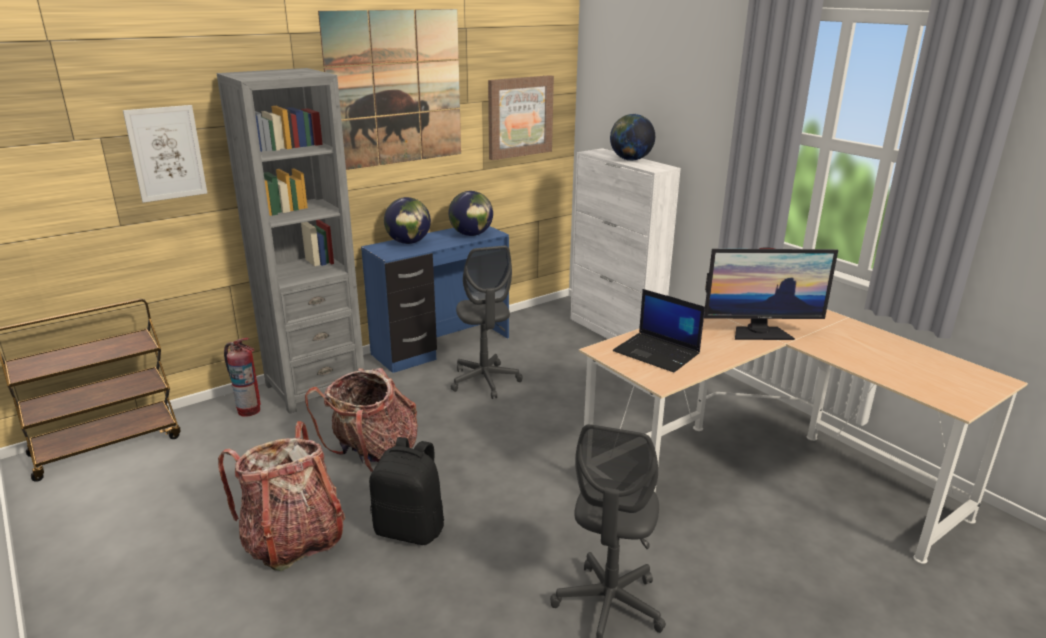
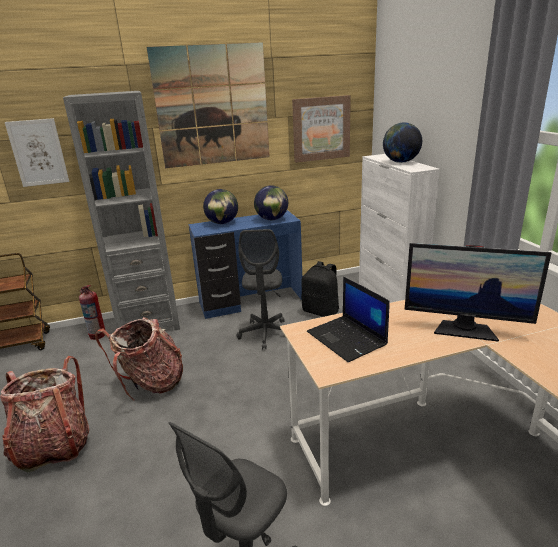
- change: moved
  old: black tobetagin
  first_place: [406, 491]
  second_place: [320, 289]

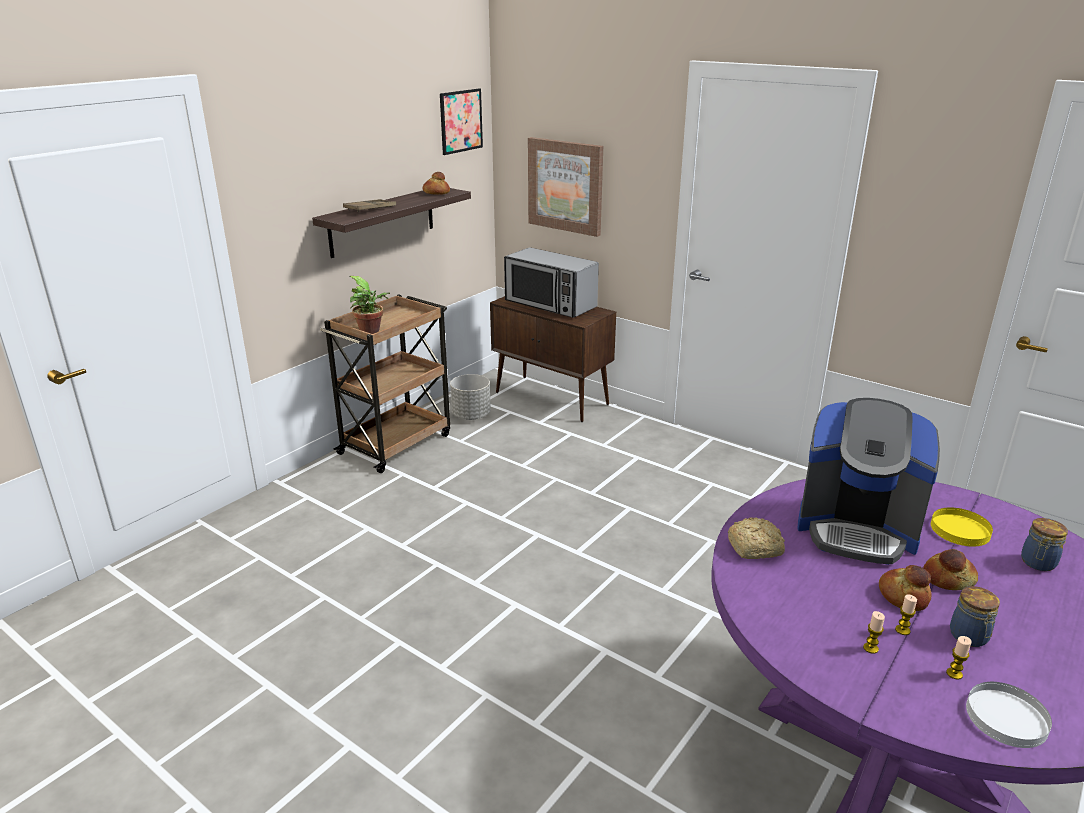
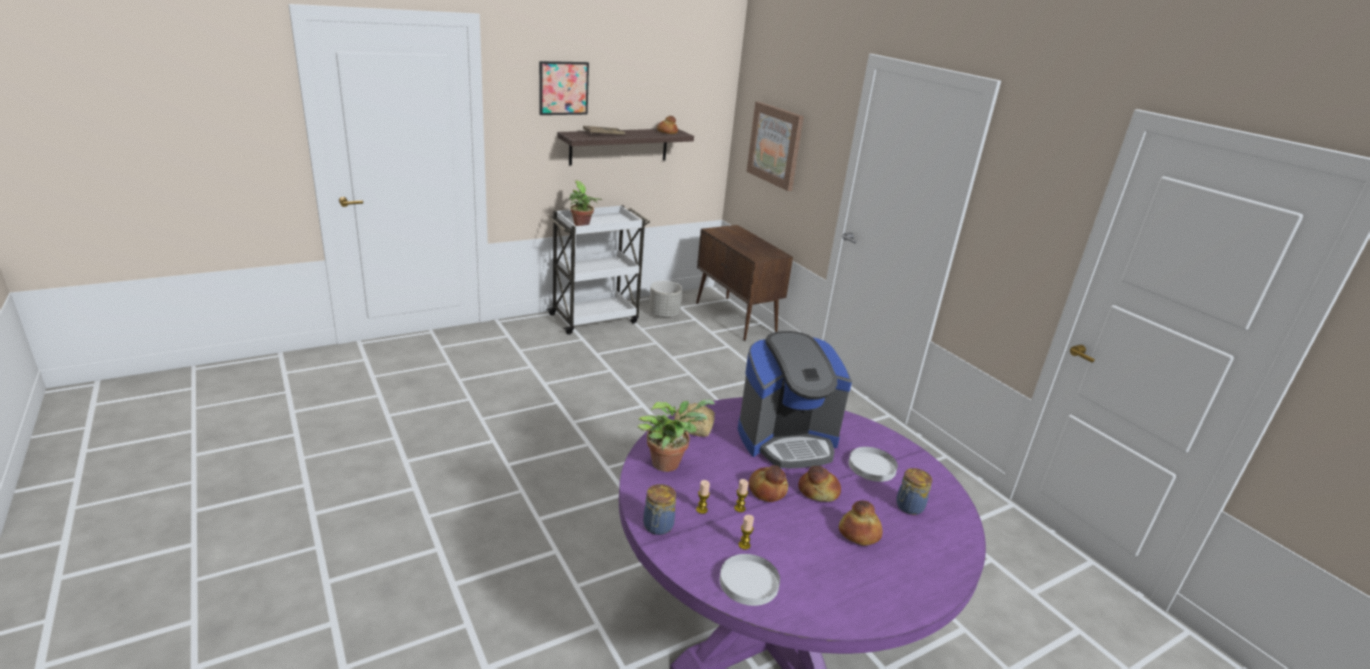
- change: moved
  old: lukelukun
  first_place: [461, 122]
  second_place: [564, 88]
- change: recoloured
  old: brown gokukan
  new: white gokukan
  first_place: [385, 383]
  second_place: [598, 270]
- change: added
  new: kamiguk
  second_place: [676, 435]
- change: moved
  old: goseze
  first_place: [975, 616]
  second_place: [659, 509]
- change: turned
  old: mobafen
  first_place: [868, 481]
  second_place: [795, 399]
  degrees: -60
- change: added
  new: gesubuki
  second_place: [860, 523]
- change: recoloured
  old: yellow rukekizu
  new: white rukekizu
  first_place: [962, 527]
  second_place: [873, 464]
- change: removed
  old: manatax
  first_place: [551, 282]

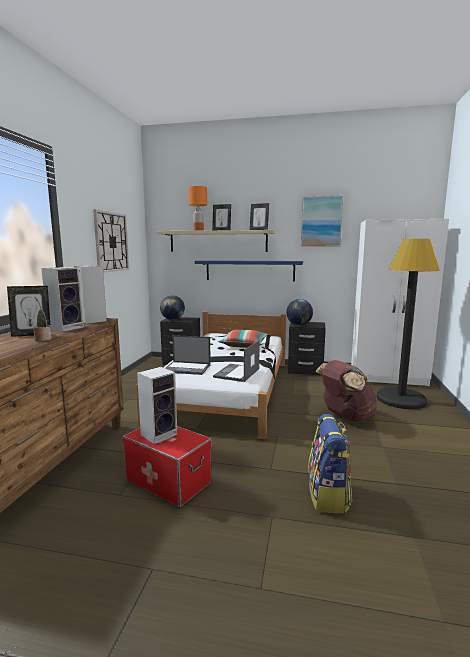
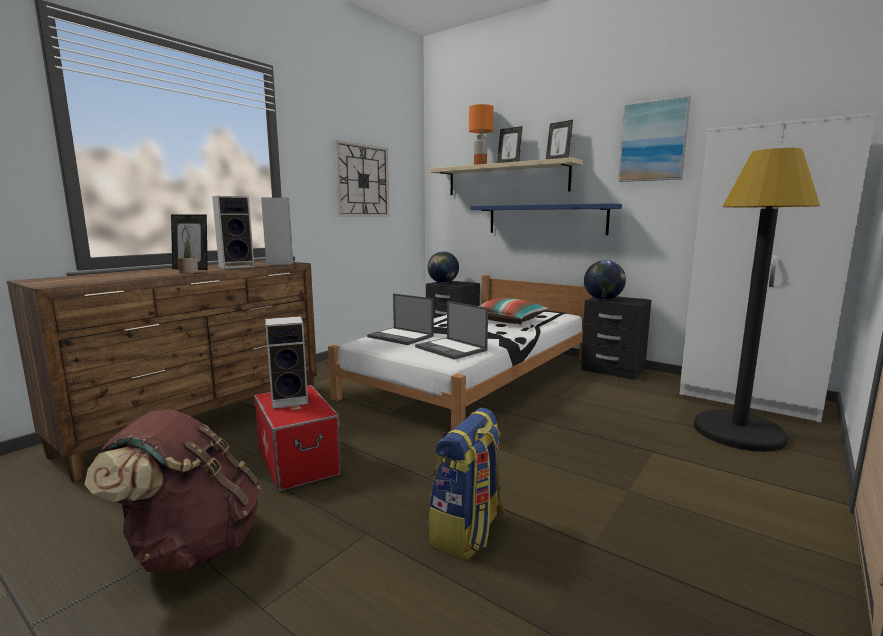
- change: moved
  old: brown tobetagin
  first_place: [346, 390]
  second_place: [172, 491]
- change: turned
  old: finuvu
  first_place: [236, 361]
  second_place: [451, 330]
  degrees: -90

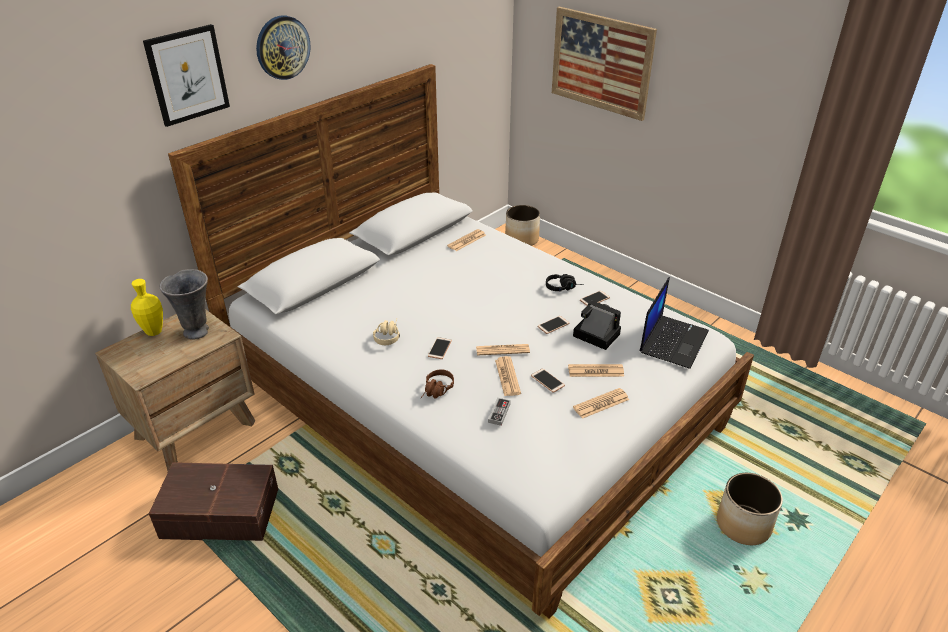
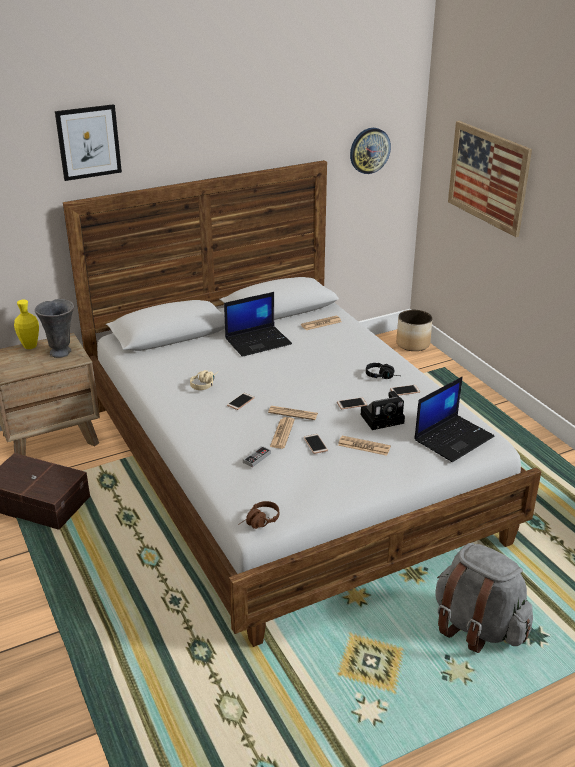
- change: added
  new: finuvu
  second_place: [258, 324]
- change: moved
  old: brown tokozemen
  first_place: [437, 384]
  second_place: [258, 515]
- change: moved
  old: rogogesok
  first_place: [283, 47]
  second_place: [370, 151]
- change: turned
  old: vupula
  first_place: [597, 325]
  second_place: [383, 410]
  degrees: 105
- change: replaced
  old: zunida
  new: grey tobetagin
  first_place: [750, 509]
  second_place: [484, 598]
- change: removed
  old: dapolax
  first_place: [601, 403]

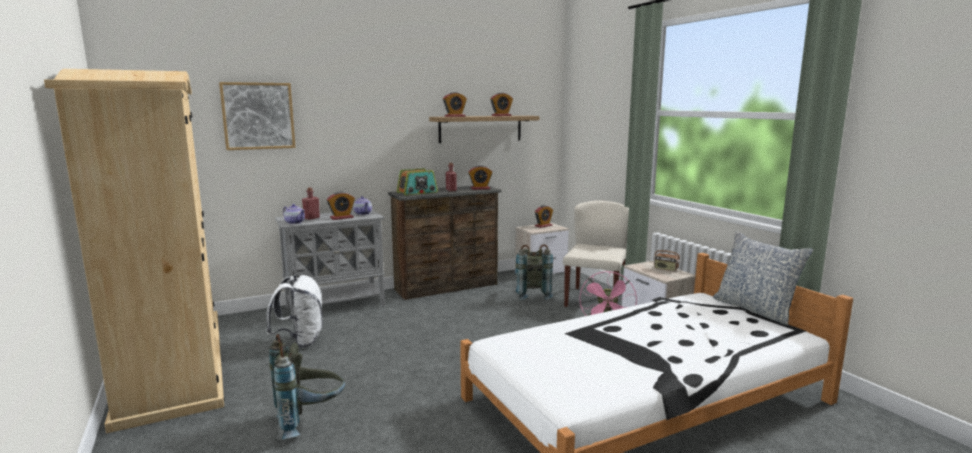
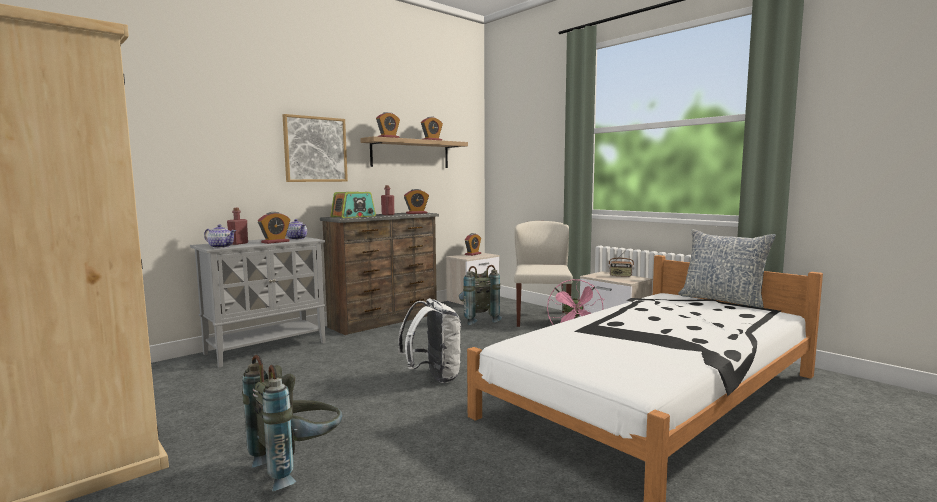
- change: moved
  old: lukelukun
  first_place: [257, 116]
  second_place: [315, 148]
- change: moved
  old: white tobetagin
  first_place: [294, 311]
  second_place: [429, 340]

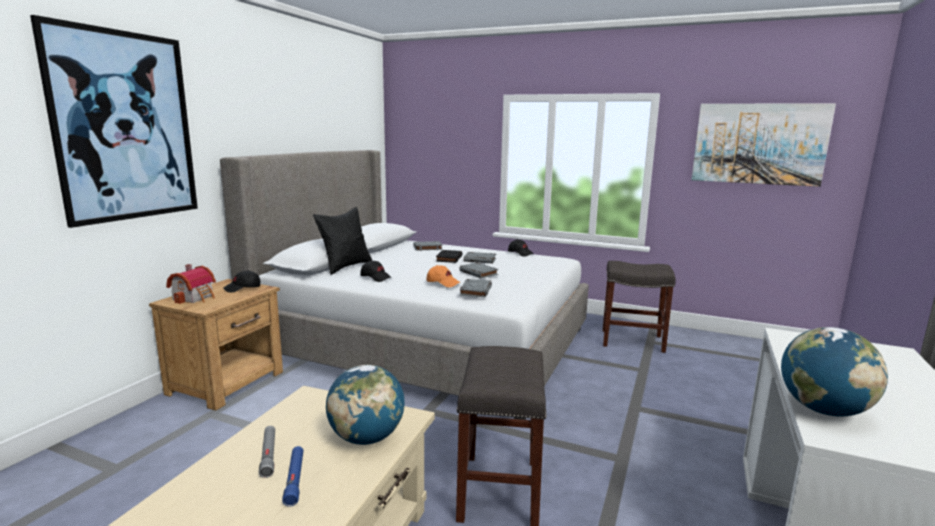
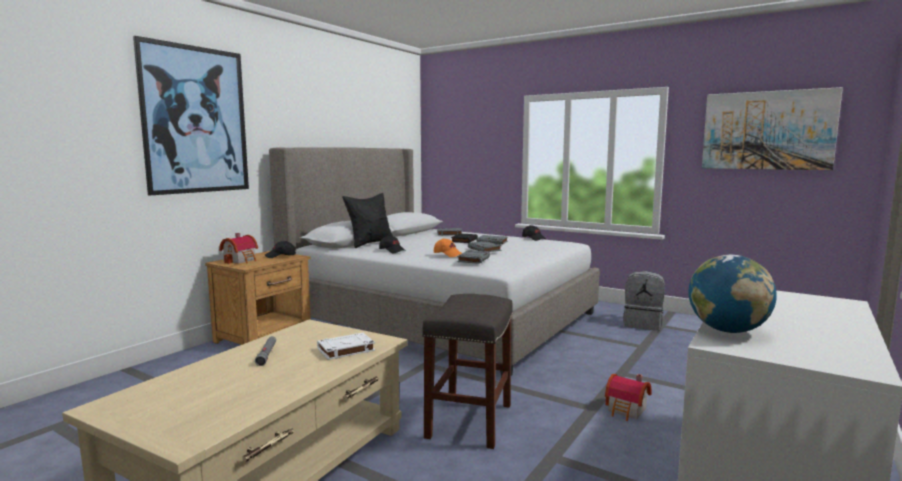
- change: replaced
  old: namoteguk
  new: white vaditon
  first_place: [365, 405]
  second_place: [346, 346]
- change: added
  new: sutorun
  second_place: [628, 397]
- change: replaced
  old: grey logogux
  new: grey tobetagin
  first_place: [639, 307]
  second_place: [644, 301]
- change: removed
  old: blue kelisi
  first_place: [292, 476]

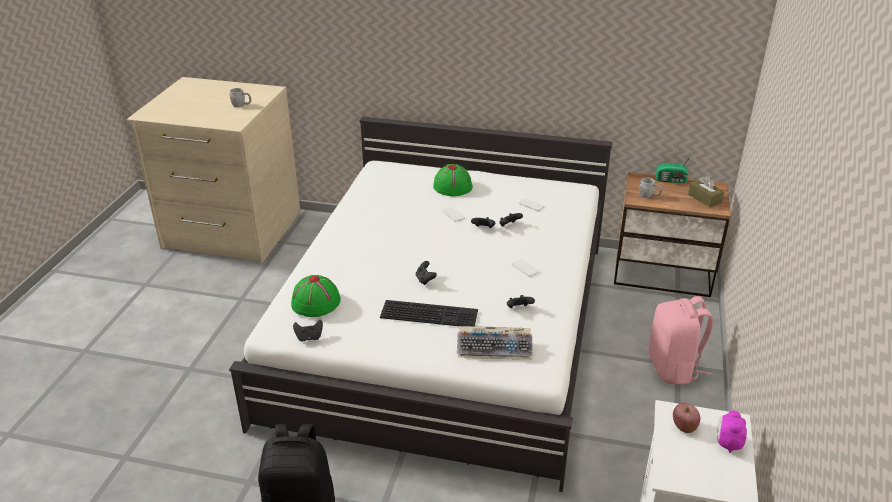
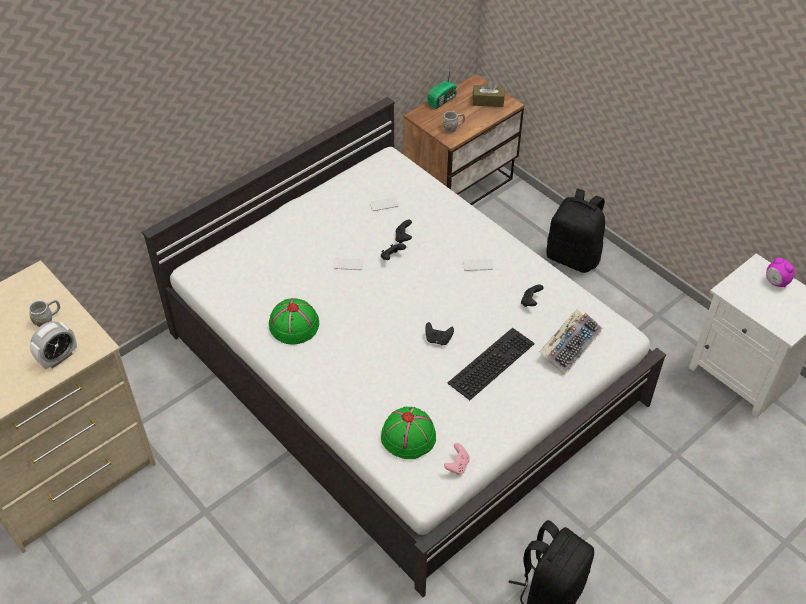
- change: added
  new: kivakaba
  second_place: [53, 345]
- change: moved
  old: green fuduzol
  first_place: [453, 180]
  second_place: [294, 321]
- change: recoloured
  old: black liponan
  new: pink liponan
  first_place: [308, 330]
  second_place: [457, 459]
- change: recoloured
  old: pink tobetagin
  new: black tobetagin
  first_place: [681, 340]
  second_place: [575, 230]
- change: removed
  old: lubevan
  first_place: [686, 418]

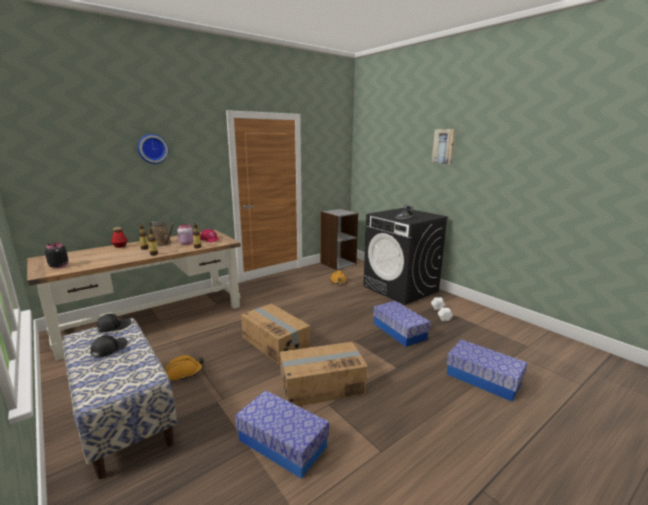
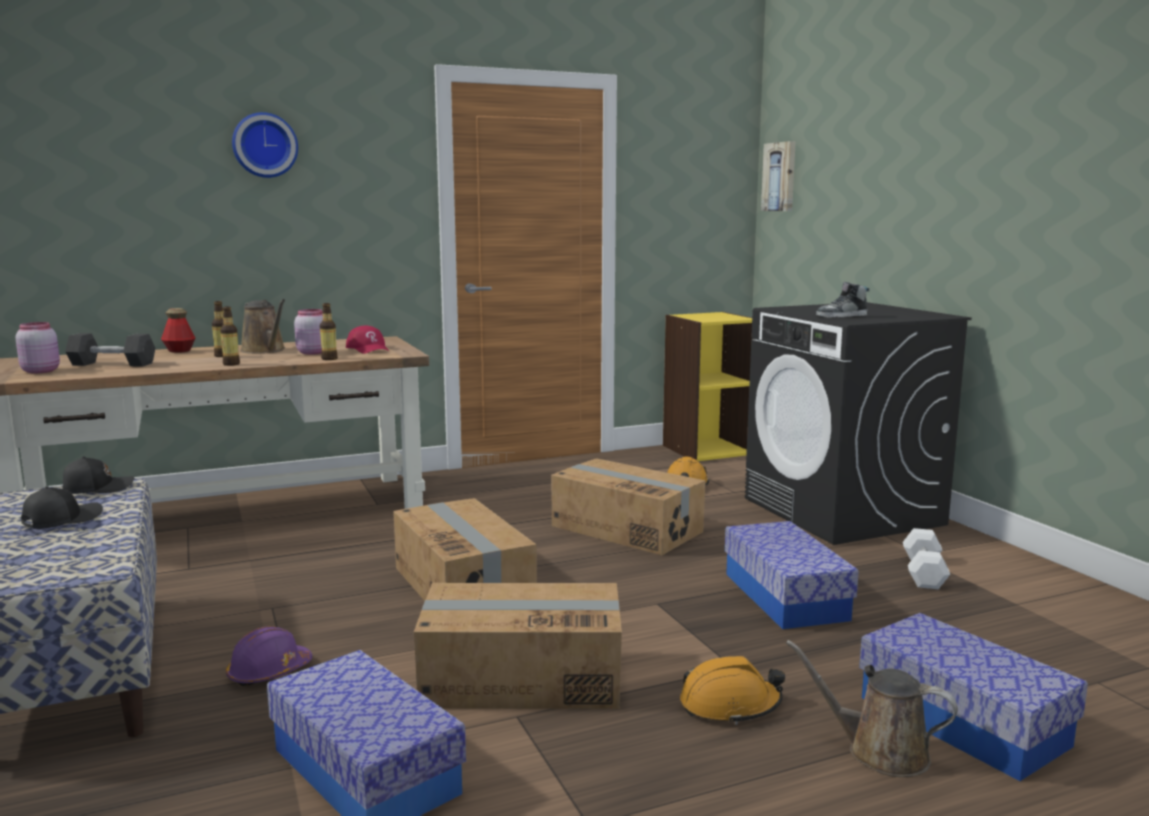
- change: recoloured
  old: black goseze
  new: pink goseze
  first_place: [57, 255]
  second_place: [37, 348]
- change: added
  new: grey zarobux
  second_place: [110, 349]
- change: added
  new: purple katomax
  second_place: [269, 656]
- change: added
  new: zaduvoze
  second_place: [628, 506]
- change: recoloured
  old: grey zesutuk
  new: yellow zesutuk
  first_place: [339, 239]
  second_place: [708, 386]
- change: moved
  old: orange katomax
  first_place: [184, 368]
  second_place: [732, 690]
- change: moved
  old: lukelukun
  first_place: [444, 146]
  second_place: [778, 176]
- change: added
  new: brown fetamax
  second_place: [872, 708]

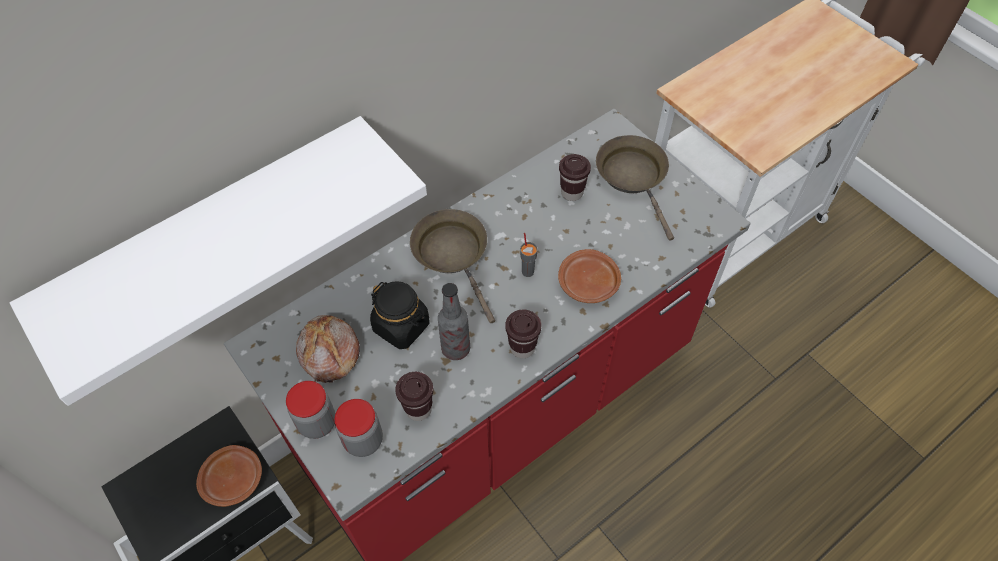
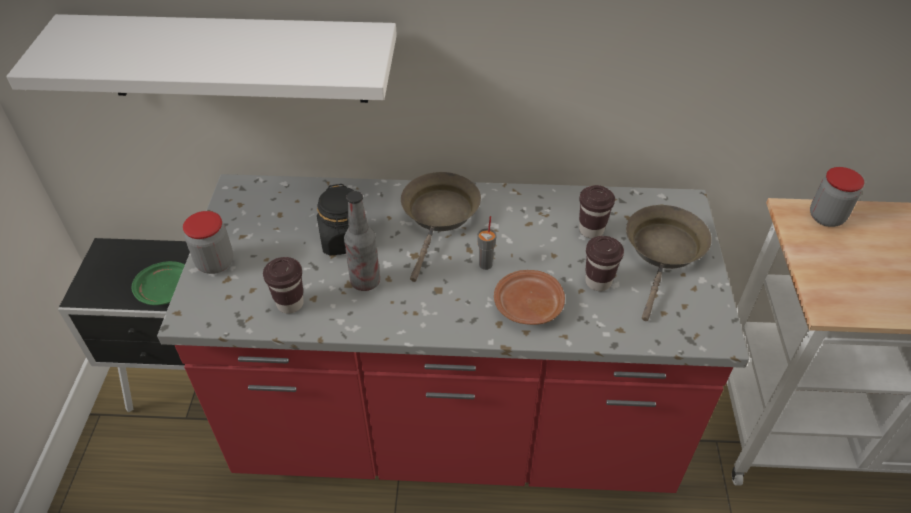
- change: recoloured
  old: brown rukekizu
  new: green rukekizu
  first_place: [229, 476]
  second_place: [158, 283]
- change: moved
  old: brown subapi
  first_place: [523, 333]
  second_place: [604, 263]
- change: moved
  old: goseze
  first_place: [359, 428]
  second_place: [837, 197]
- change: removed
  old: gesubuki
  first_place: [328, 349]

